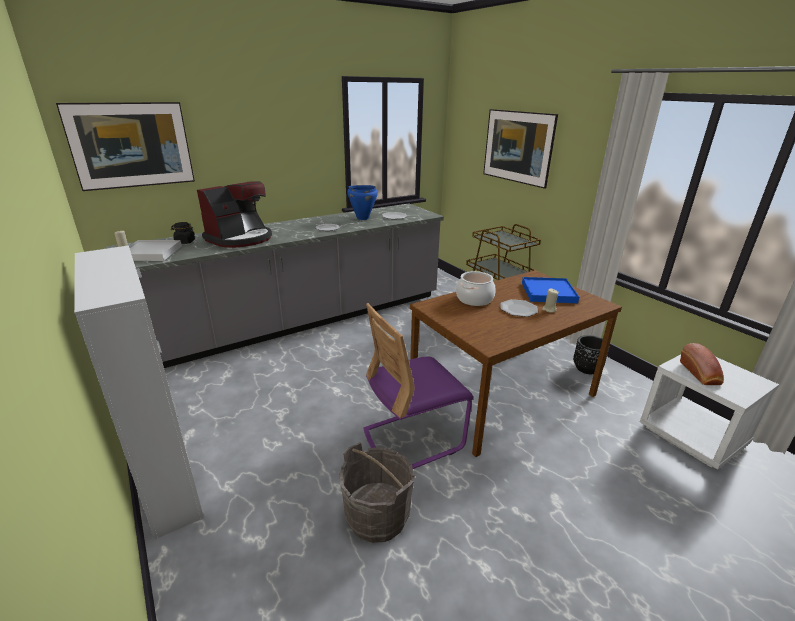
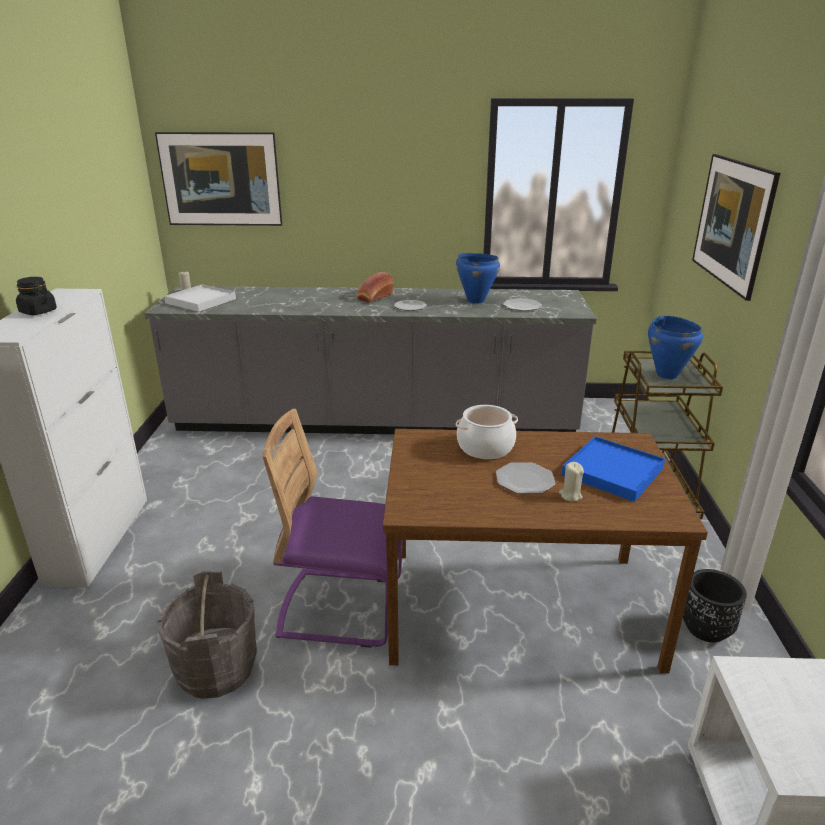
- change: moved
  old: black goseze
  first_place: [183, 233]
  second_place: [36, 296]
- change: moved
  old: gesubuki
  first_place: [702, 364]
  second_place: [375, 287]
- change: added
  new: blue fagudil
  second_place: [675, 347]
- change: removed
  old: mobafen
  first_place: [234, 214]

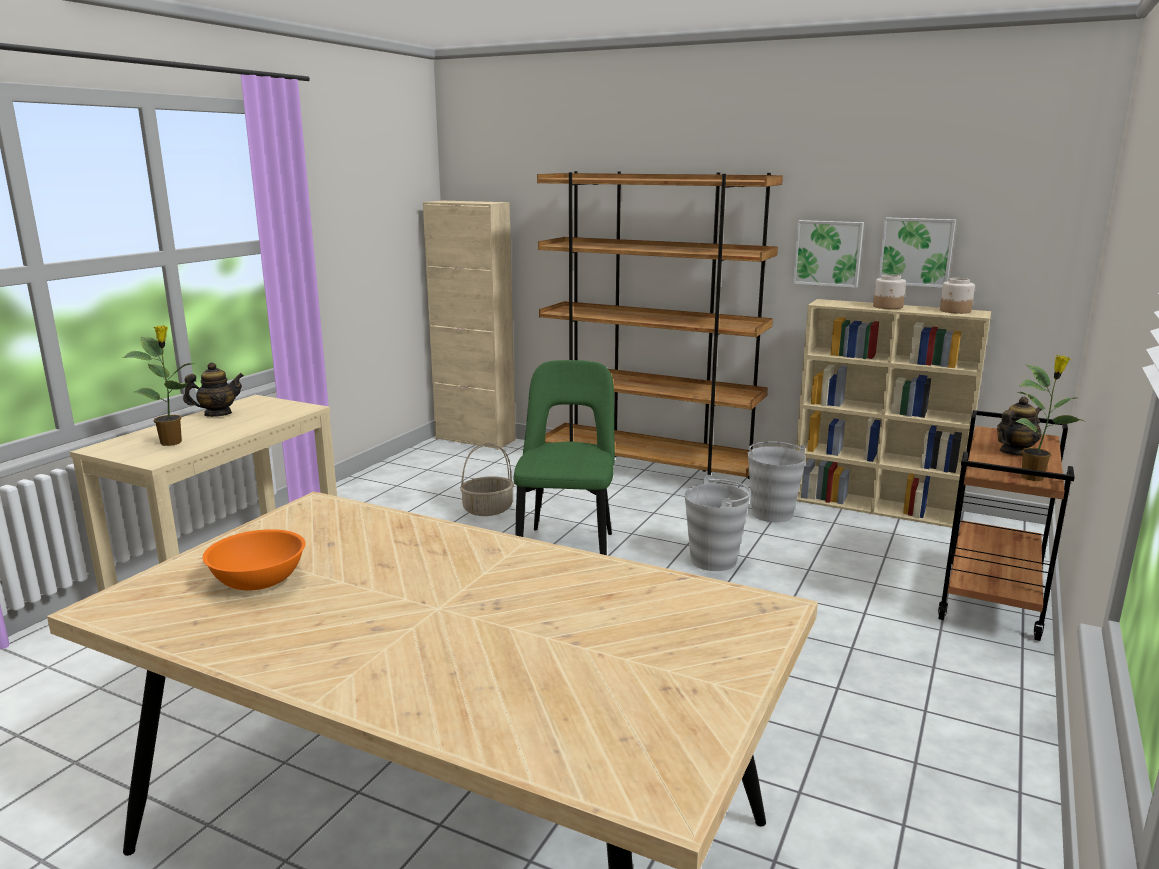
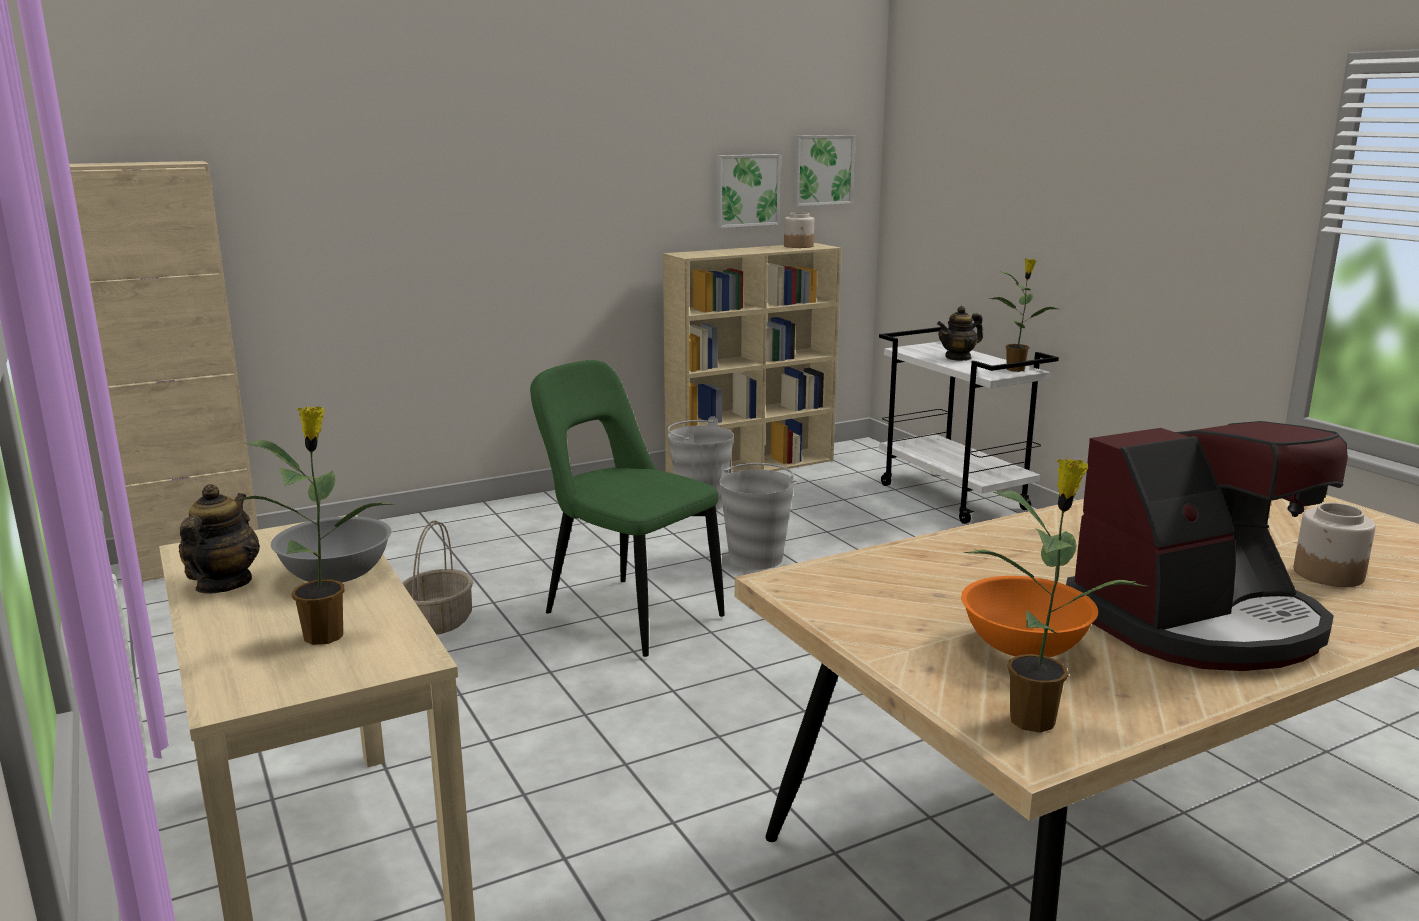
- change: added
  new: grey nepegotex
  second_place: [331, 549]
- change: moved
  old: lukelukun
  first_place: [828, 254]
  second_place: [824, 170]
- change: recoloured
  old: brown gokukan
  new: white gokukan
  first_place: [1006, 525]
  second_place: [969, 425]
- change: turned
  old: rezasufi
  first_place: [1019, 426]
  second_place: [960, 333]
  degrees: -120
- change: added
  new: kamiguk
  second_place: [1055, 595]
- change: added
  new: mobafen
  second_place: [1207, 546]
- change: moved
  old: goseze
  first_place: [889, 291]
  second_place: [1335, 545]
- change: removed
  old: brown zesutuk
  first_place: [660, 325]

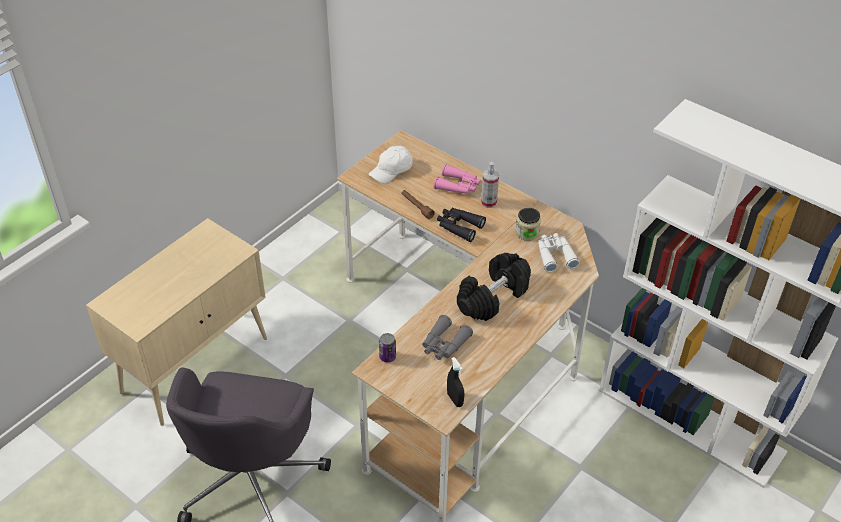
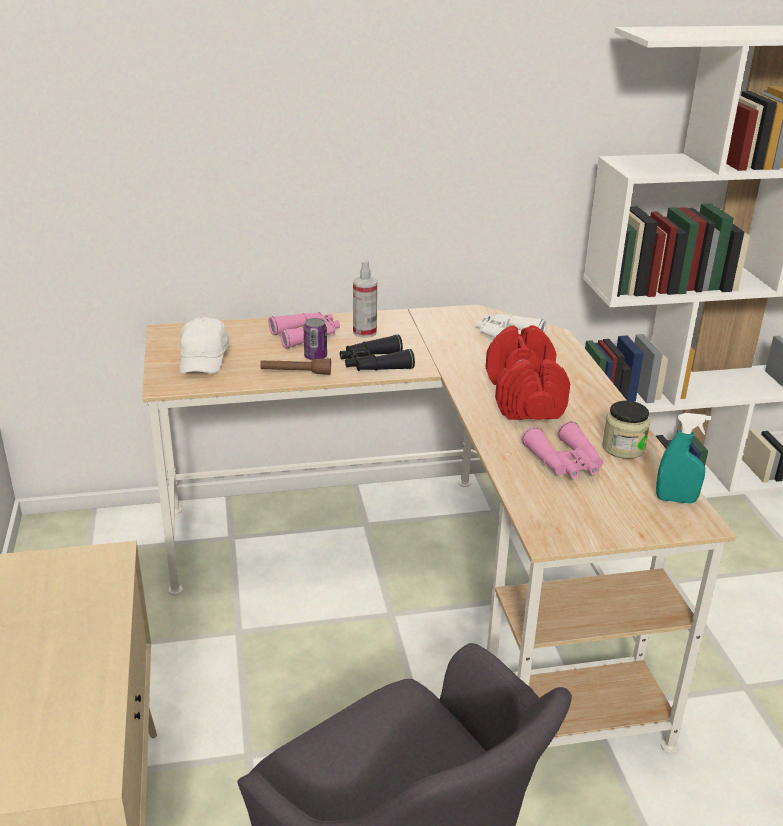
- change: moved
  old: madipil
  first_place: [387, 348]
  second_place: [315, 339]
- change: recoloured
  old: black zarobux
  new: red zarobux
  first_place: [494, 287]
  second_place: [528, 372]
- change: recoloured
  old: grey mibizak
  new: pink mibizak
  first_place: [447, 337]
  second_place: [562, 450]
- change: moved
  old: goseze
  first_place: [528, 224]
  second_place: [626, 430]
- change: recoloured
  old: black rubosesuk
  new: turquoise rubosesuk
  first_place: [455, 382]
  second_place: [683, 458]

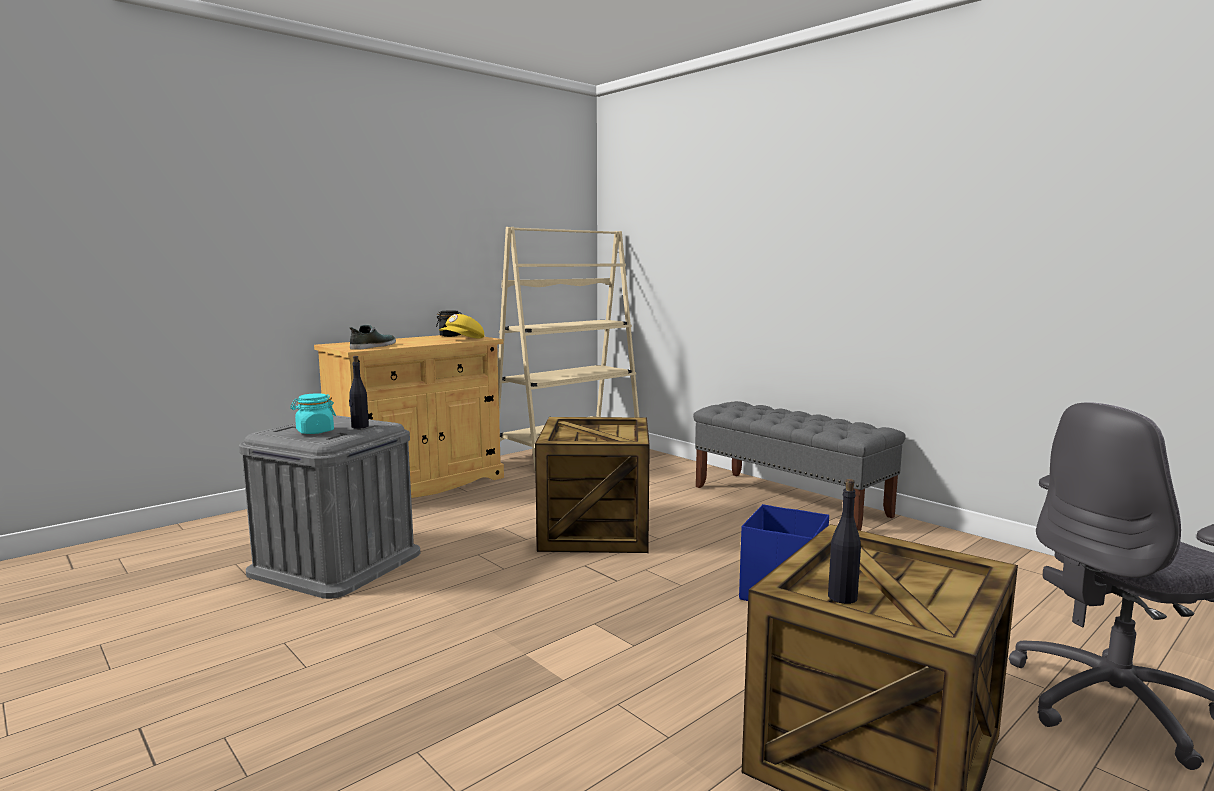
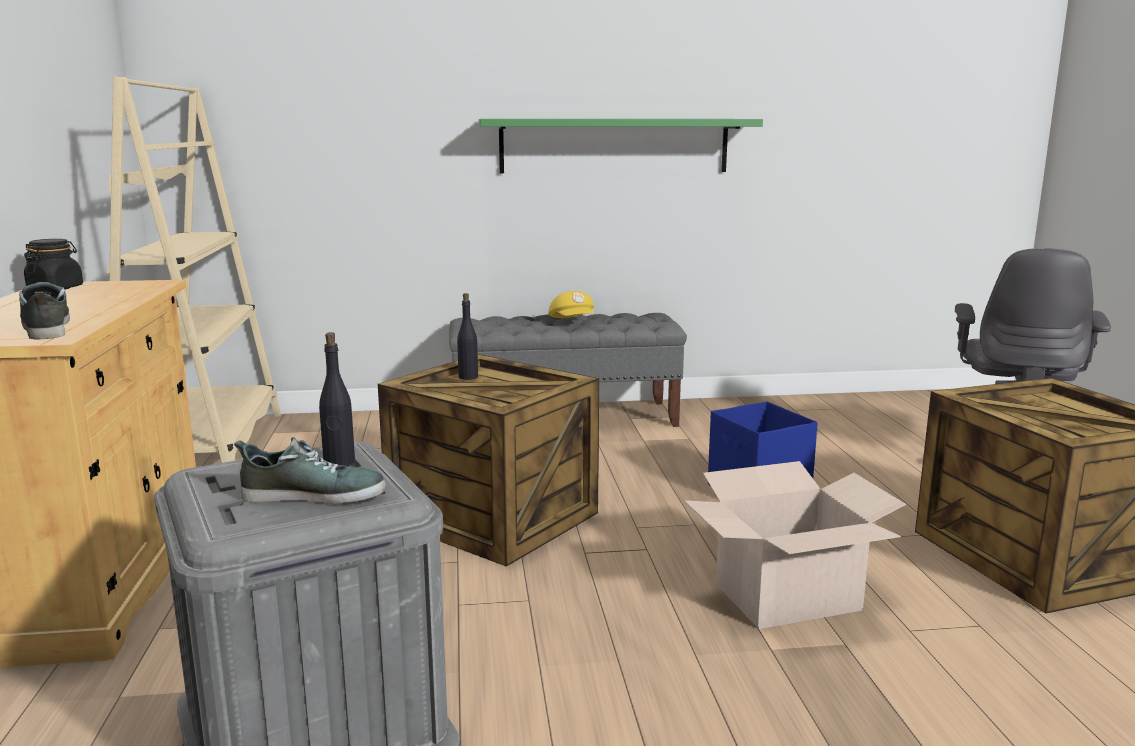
- change: replaced
  old: turquoise goseze
  new: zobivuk
  first_place: [313, 413]
  second_place: [310, 470]
- change: moved
  old: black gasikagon
  first_place: [844, 541]
  second_place: [467, 336]
- change: added
  new: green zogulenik
  second_place: [621, 146]
- change: moved
  old: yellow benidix
  first_place: [461, 326]
  second_place: [571, 304]
- change: added
  new: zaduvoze
  second_place: [795, 545]

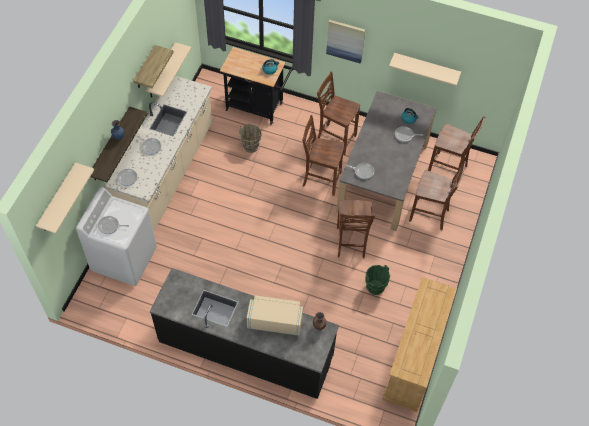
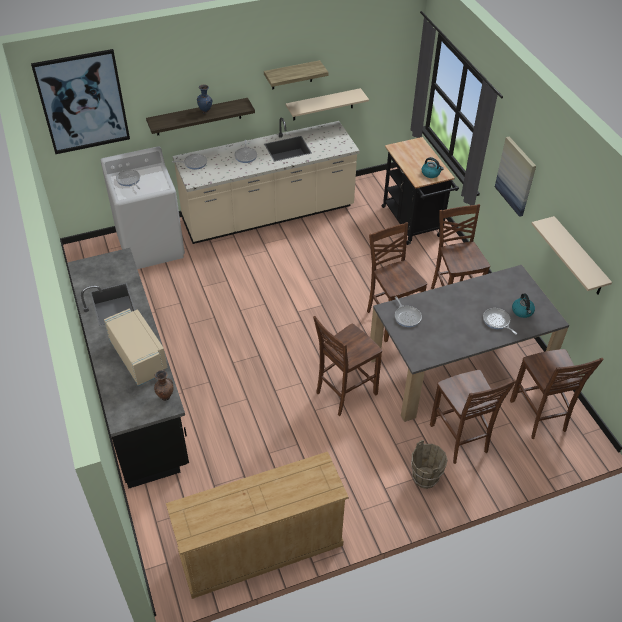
- change: replaced
  old: beige zogulenik
  new: lukelukun
  first_place: [65, 198]
  second_place: [80, 101]
- change: moved
  old: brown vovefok
  first_place: [250, 138]
  second_place: [429, 464]
- change: removed
  old: green vovefok
  first_place: [377, 280]

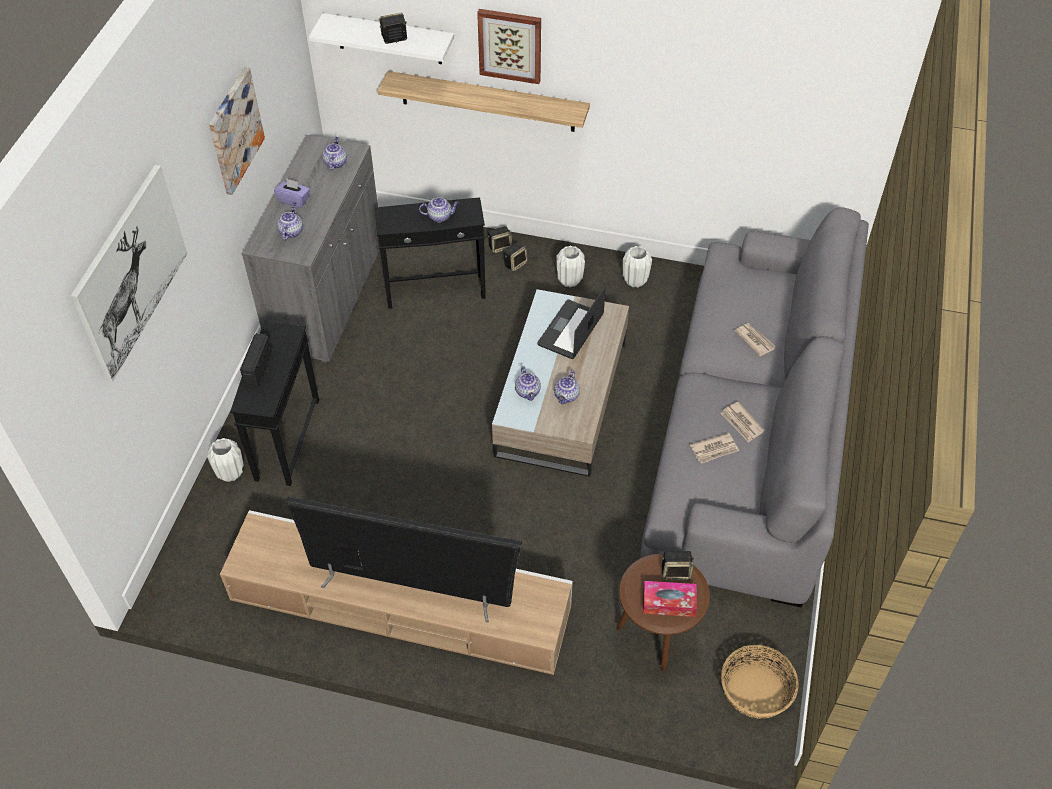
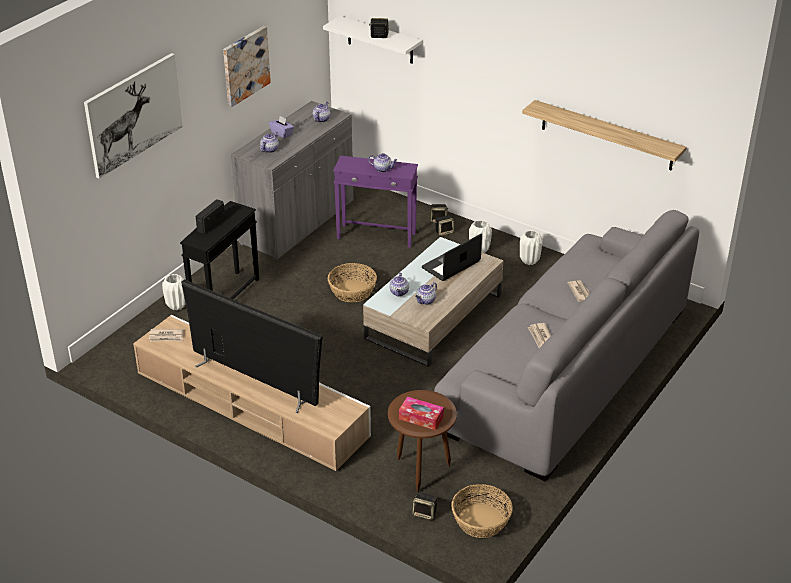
- change: moved
  old: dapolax
  first_place: [714, 448]
  second_place: [166, 335]
- change: added
  new: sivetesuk
  second_place: [352, 282]
- change: recoloured
  old: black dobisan
  new: purple dobisan
  first_place: [430, 253]
  second_place: [375, 201]
- change: moved
  old: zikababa
  first_place: [678, 566]
  second_place: [425, 506]
- change: moved
  old: zogulenik
  first_place: [484, 101]
  second_place: [604, 135]
- change: removed
  old: lukelukun
  first_place: [509, 46]

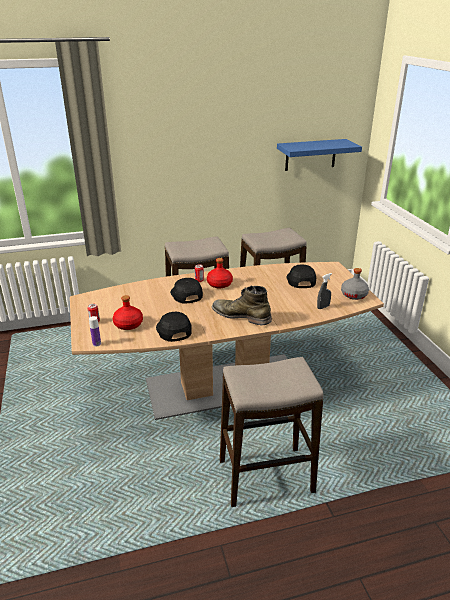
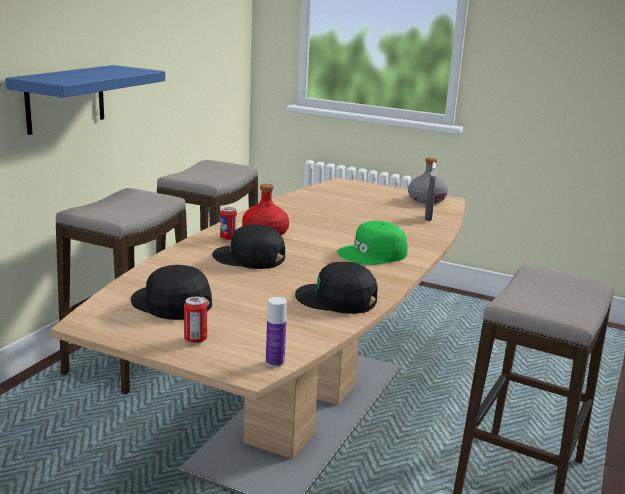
- change: moved
  old: blue zogulenik
  first_place: [319, 155]
  second_place: [85, 100]
- change: moved
  old: black benidix
  first_place: [301, 276]
  second_place: [171, 292]
- change: replaced
  old: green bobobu
  new: green benidix
  first_place: [242, 305]
  second_place: [372, 242]
- change: removed
  old: red gasikagon
  first_place: [128, 312]

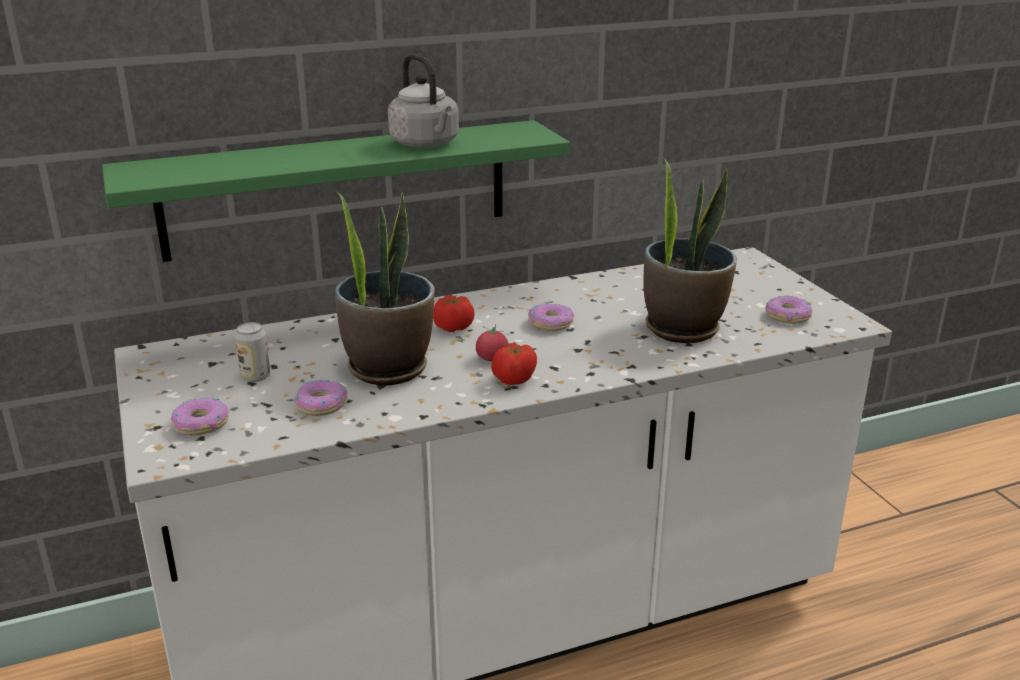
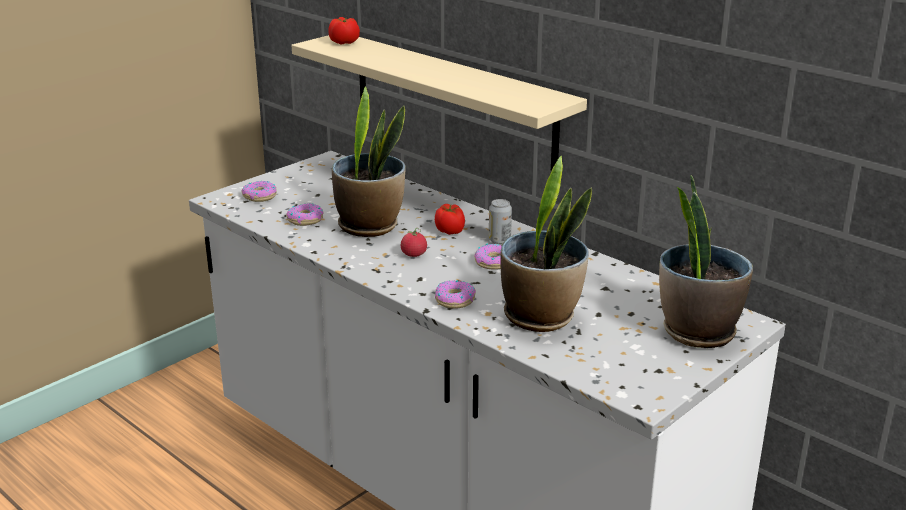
- change: recoloured
  old: green zogulenik
  new: beige zogulenik
  first_place: [336, 191]
  second_place: [439, 103]
- change: moved
  old: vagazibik
  first_place: [514, 363]
  second_place: [344, 30]
- change: moved
  old: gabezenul
  first_place: [789, 310]
  second_place: [455, 294]
- change: moved
  old: madipil
  first_place: [252, 352]
  second_place: [500, 221]
- change: added
  new: kamiguk
  second_place: [706, 261]
- change: removed
  old: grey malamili
  first_place: [423, 101]

